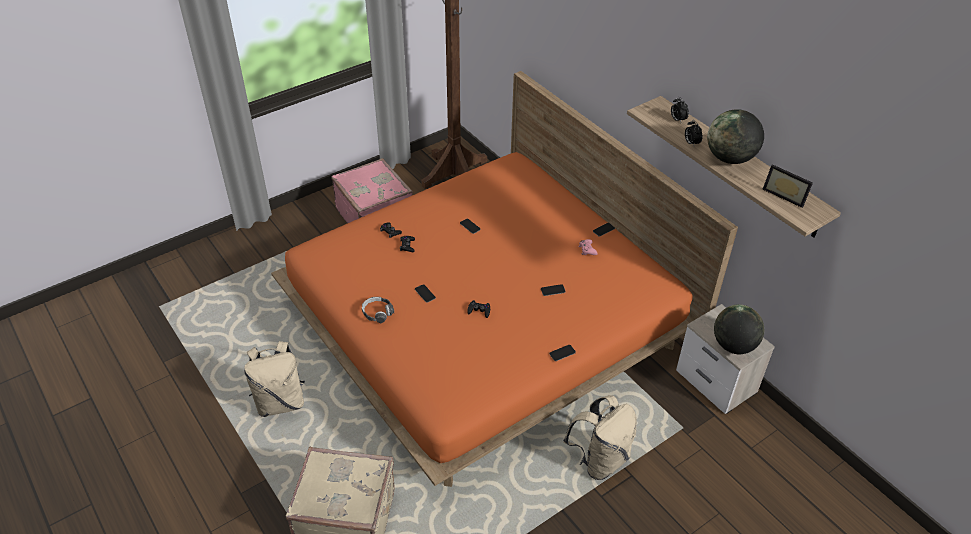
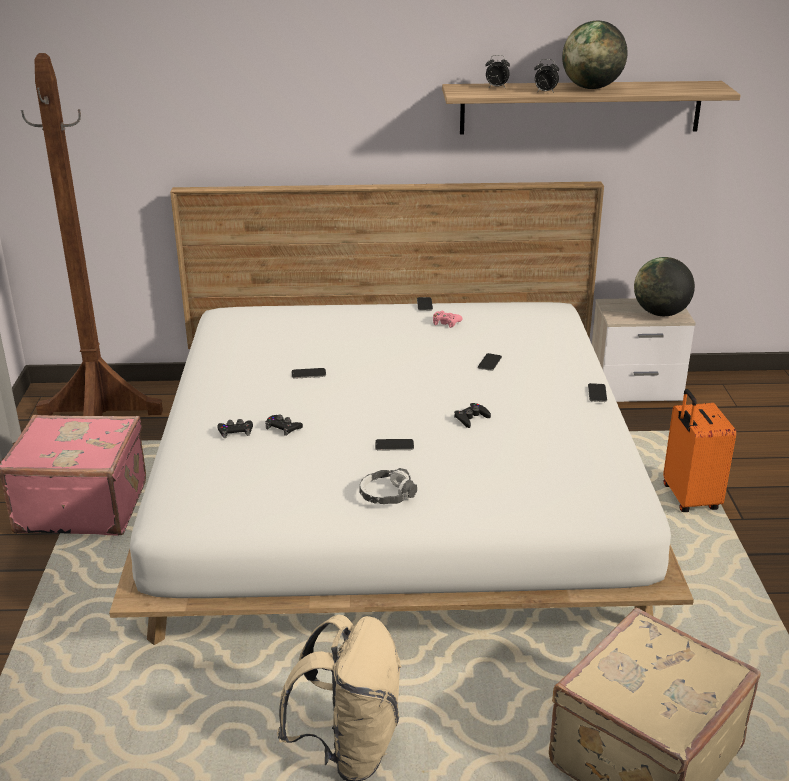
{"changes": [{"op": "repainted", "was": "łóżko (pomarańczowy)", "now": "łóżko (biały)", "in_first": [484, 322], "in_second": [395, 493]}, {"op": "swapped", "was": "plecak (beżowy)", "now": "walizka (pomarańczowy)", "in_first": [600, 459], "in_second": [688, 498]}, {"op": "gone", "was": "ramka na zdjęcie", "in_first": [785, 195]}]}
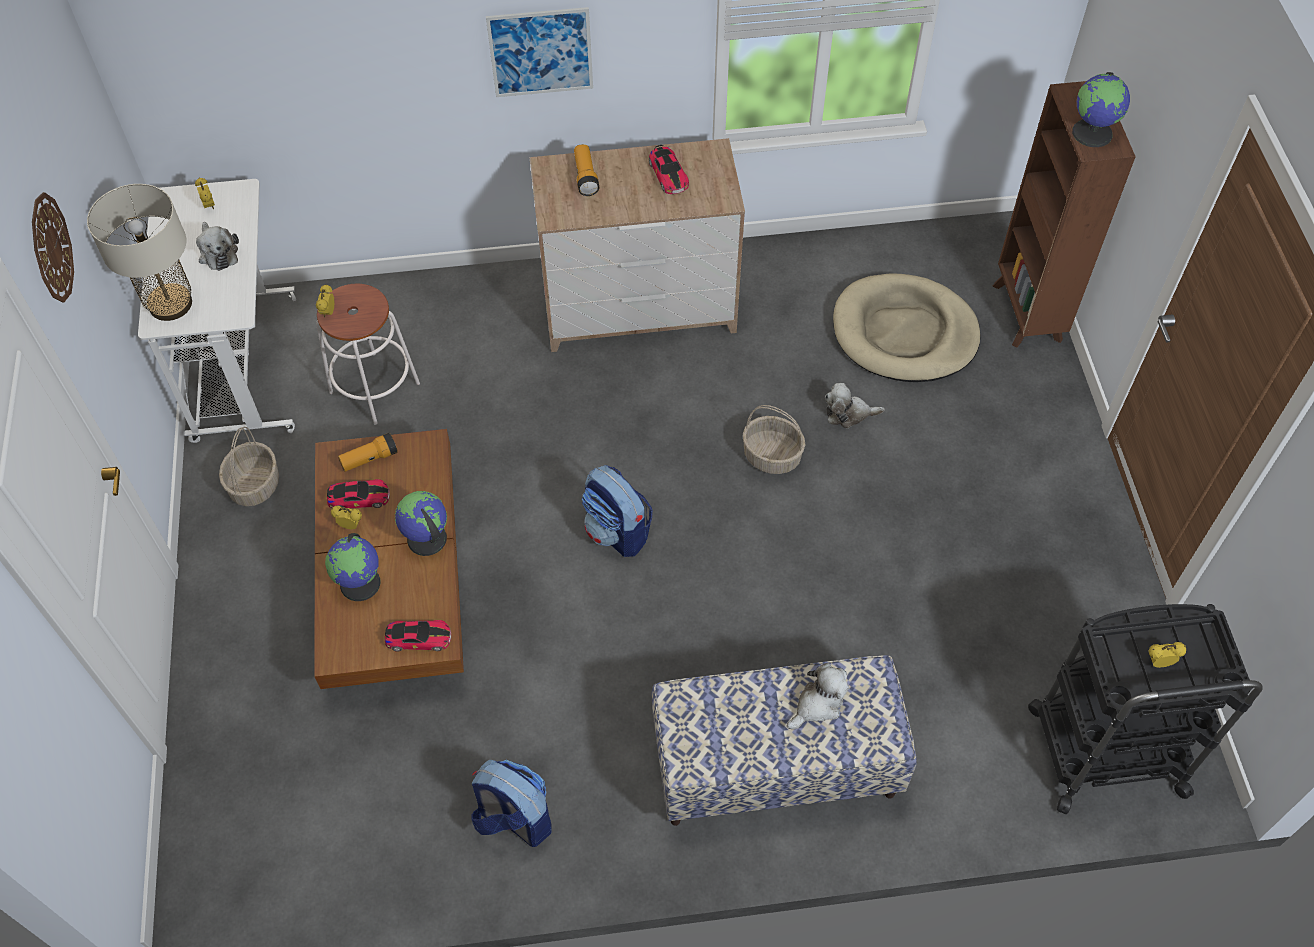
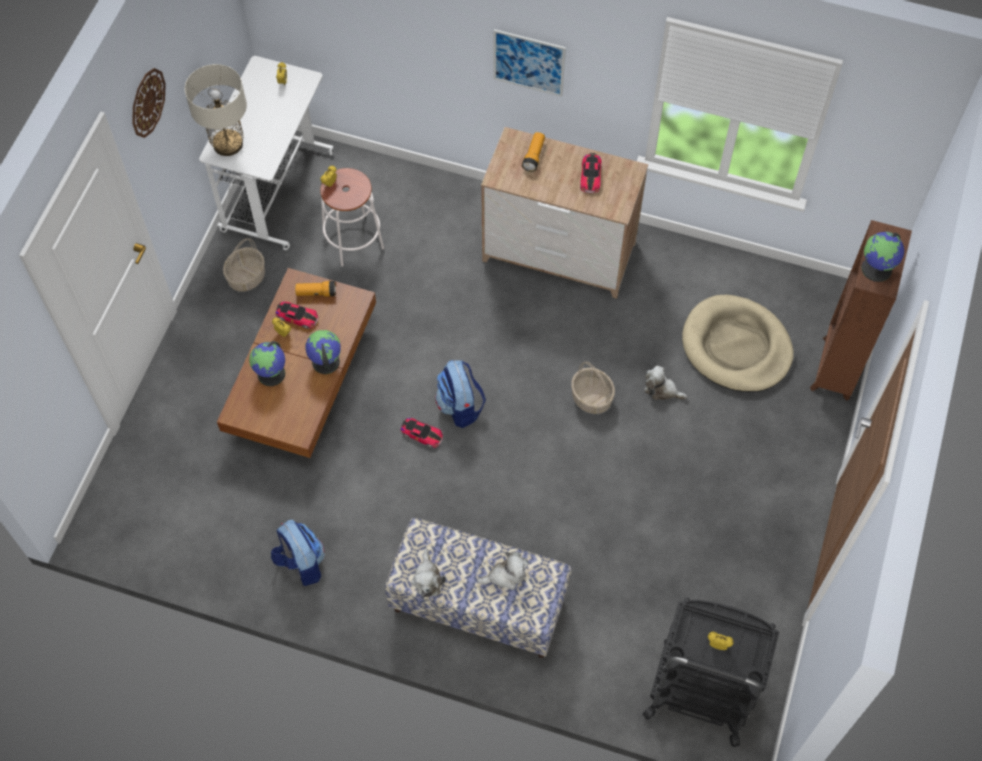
{"changes": [{"op": "shifted", "was": "samochodzik", "in_first": [418, 638], "in_second": [421, 434]}, {"op": "shifted", "was": "pluszak", "in_first": [218, 252], "in_second": [427, 579]}]}
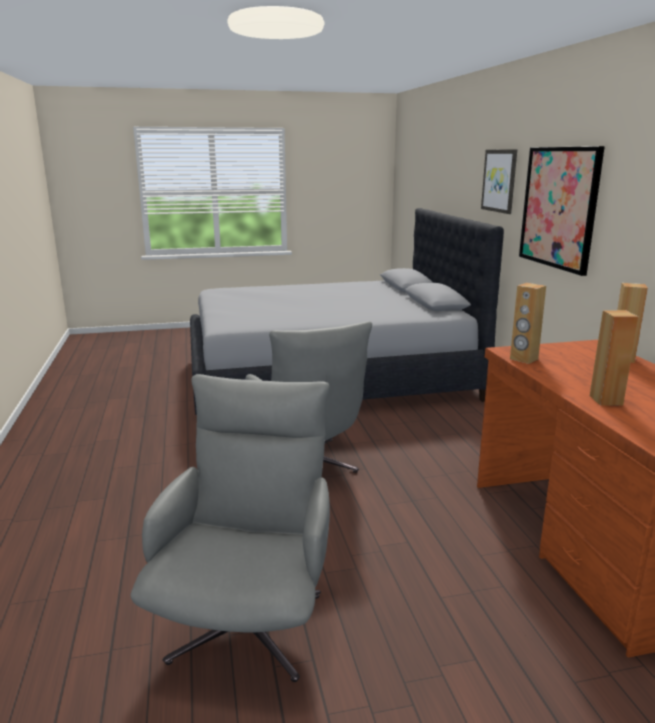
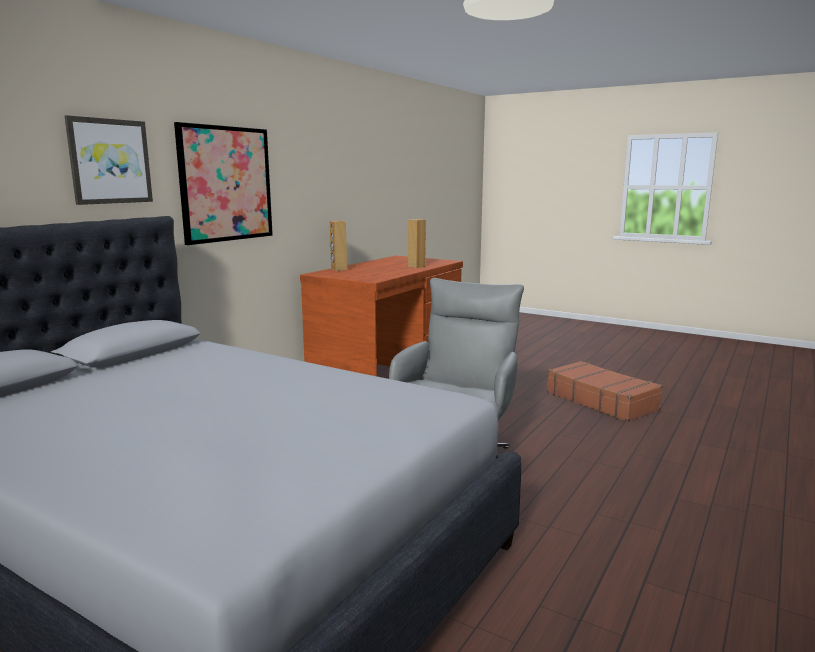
{"changes": [{"op": "swapped", "was": "fotel (szary)", "now": "walizka (brązowy)", "in_first": [248, 625], "in_second": [601, 401]}, {"op": "gone", "was": "głośnik (brązowy)", "in_first": [523, 359]}]}
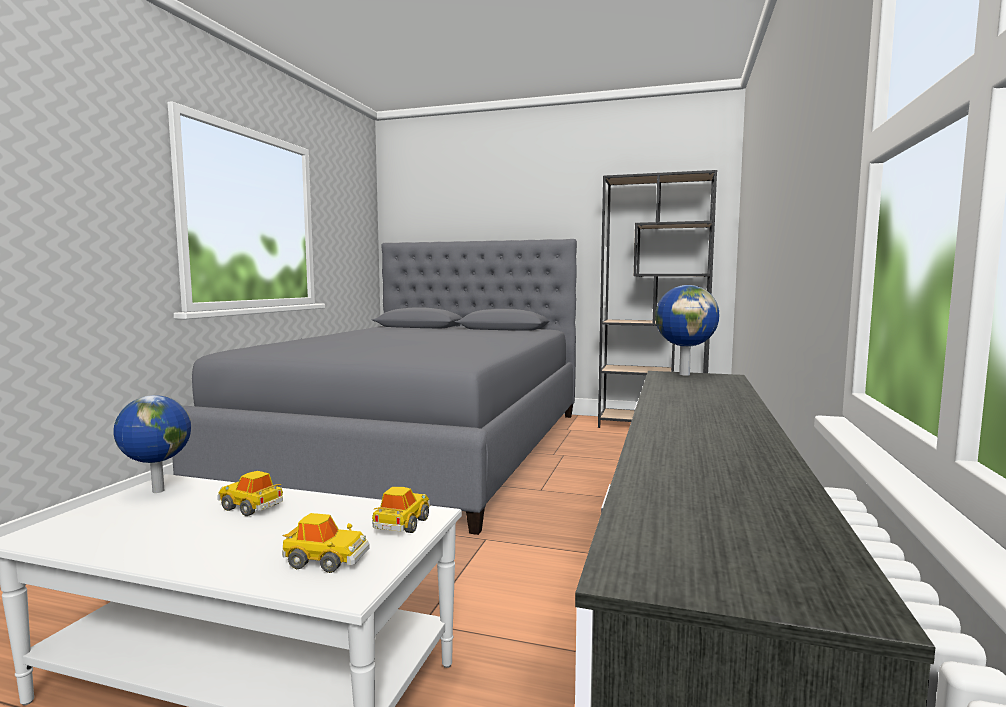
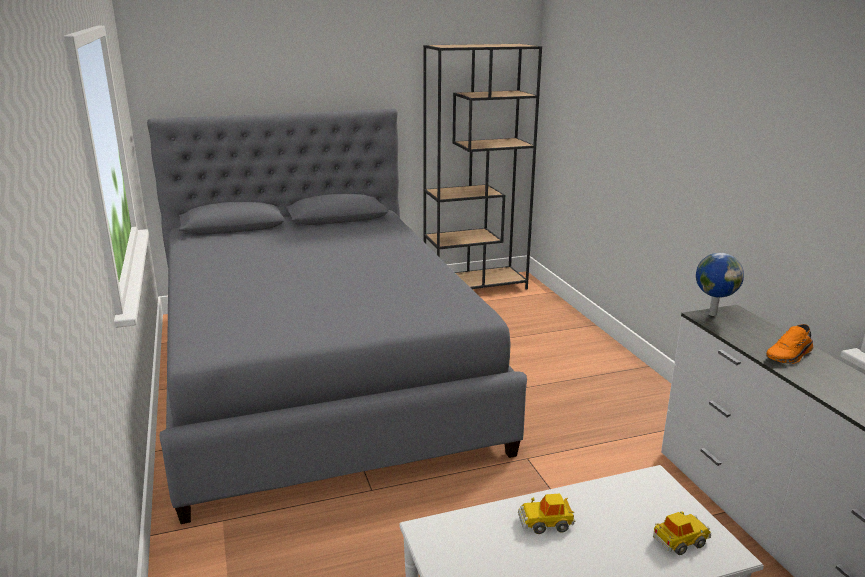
{"changes": [{"op": "new", "now": "but (pomarańczowy)", "in_second": [790, 355]}, {"op": "gone", "was": "globus", "in_first": [156, 491]}, {"op": "gone", "was": "samochodzik", "in_first": [402, 523]}]}
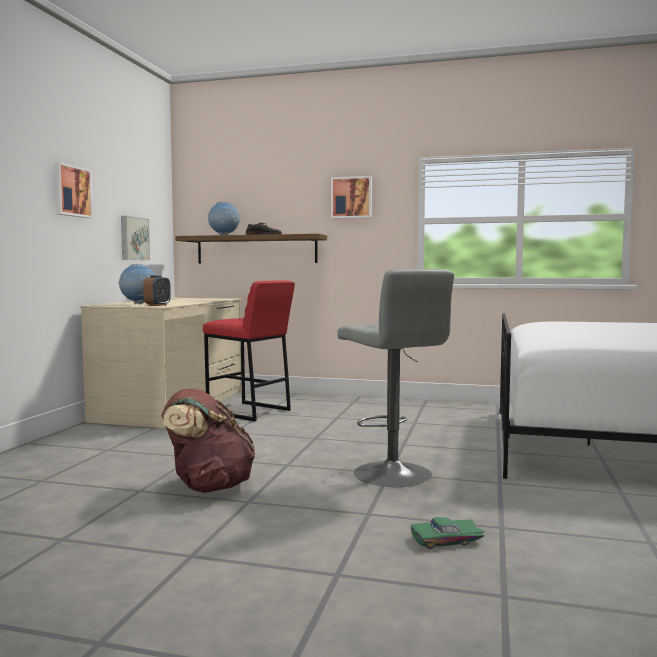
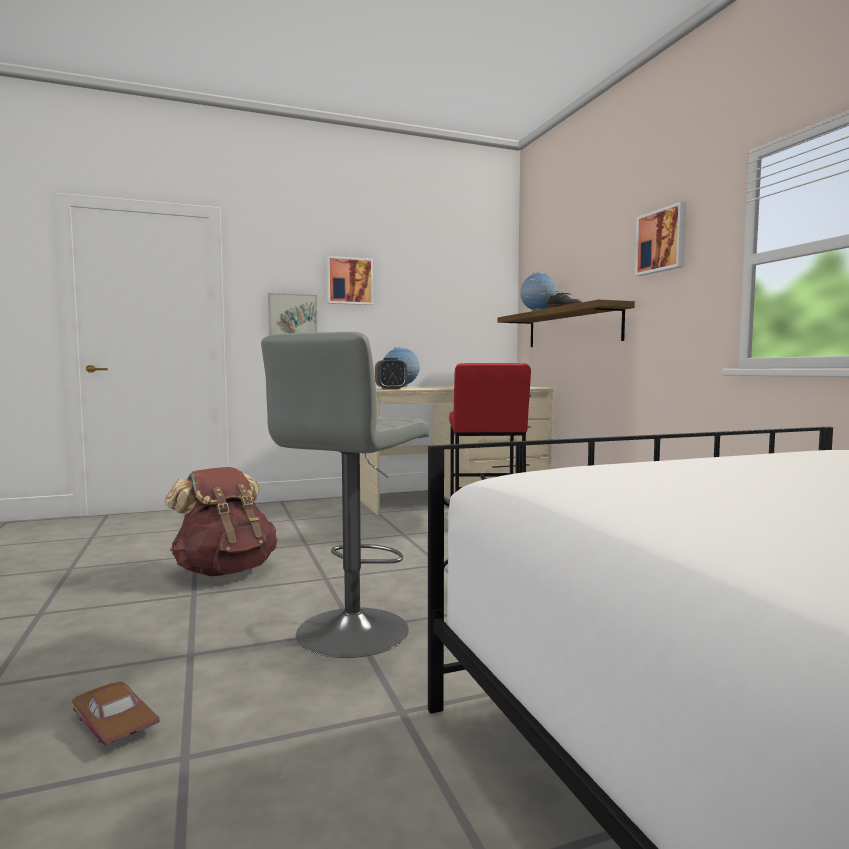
{"changes": [{"op": "repainted", "was": "samochodzik (zielony)", "now": "samochodzik (brązowy)", "in_first": [447, 541], "in_second": [111, 725]}, {"op": "shifted", "was": "obraz", "in_first": [133, 238], "in_second": [292, 318]}]}
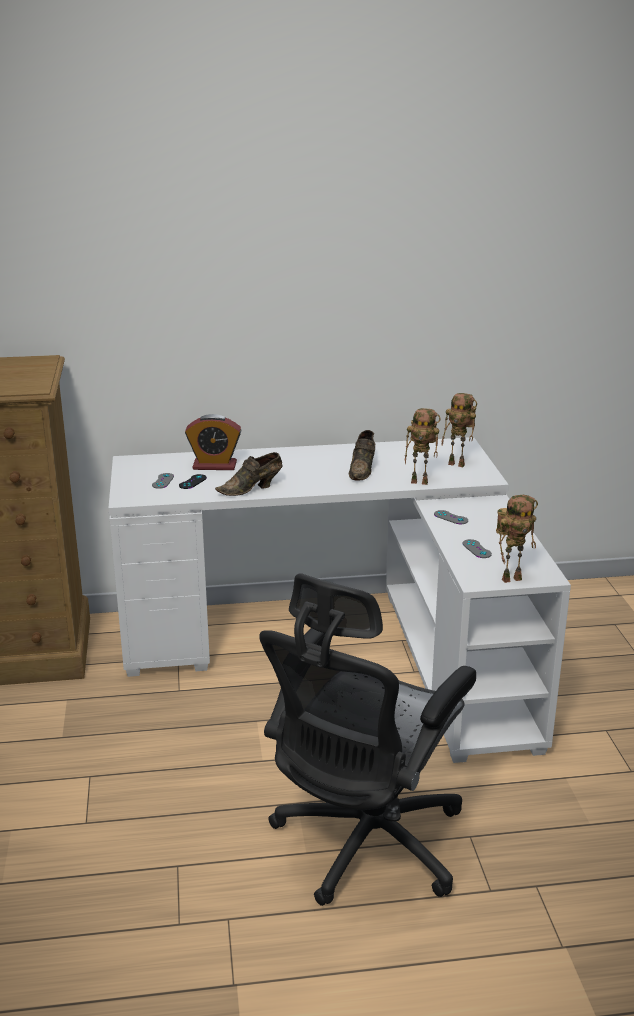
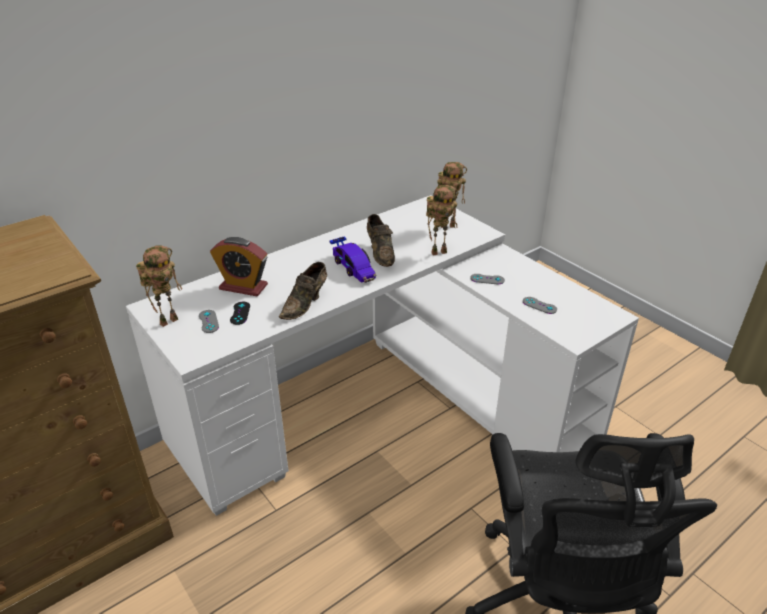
{"changes": [{"op": "shifted", "was": "robot zabawkowy", "in_first": [512, 578], "in_second": [169, 320]}, {"op": "rotated", "was": "budzik", "in_first": [214, 465], "in_second": [243, 287], "clockwise": 45}, {"op": "new", "now": "samochodzik", "in_second": [353, 267]}]}
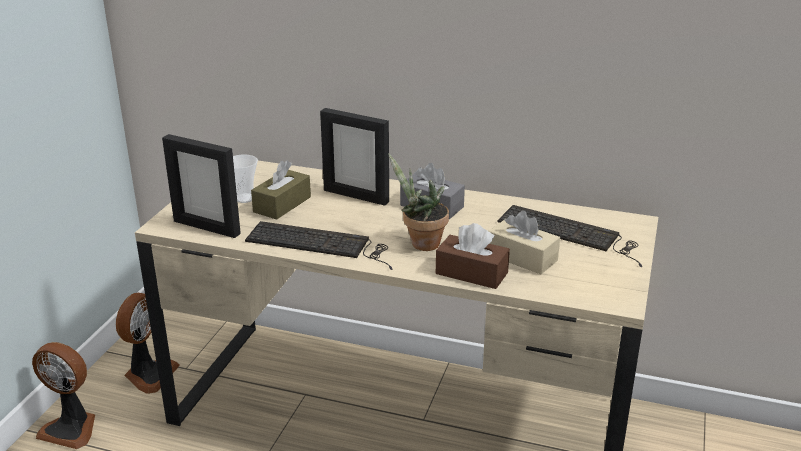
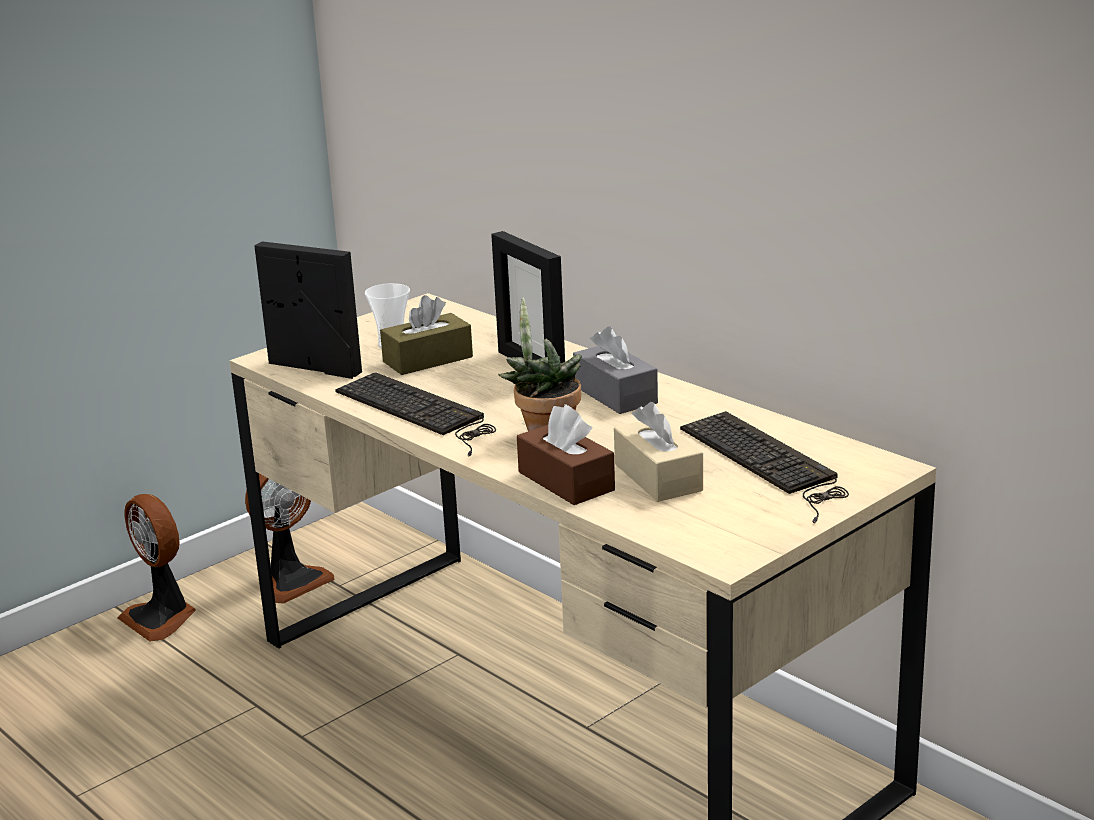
{"changes": [{"op": "rotated", "was": "ramka na zdjęcie", "in_first": [207, 226], "in_second": [313, 368], "clockwise": 150}]}
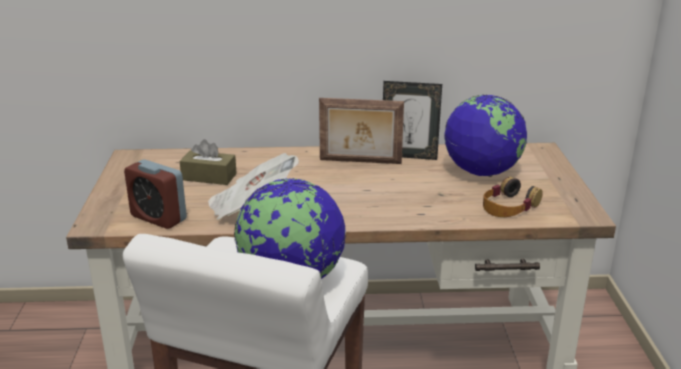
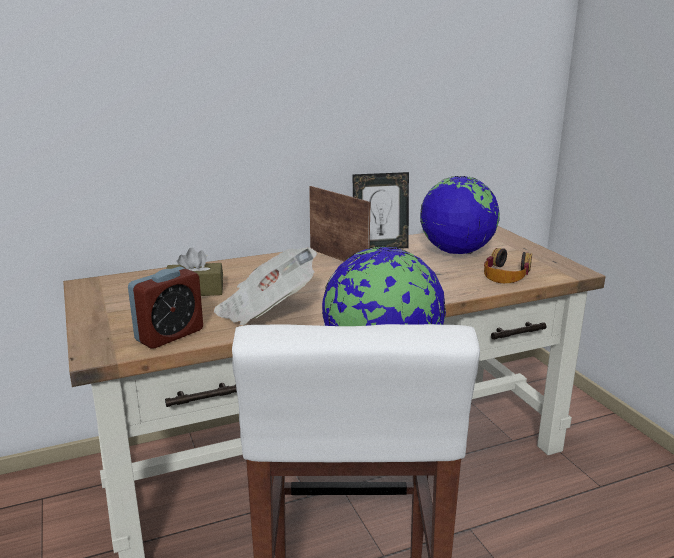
{"changes": [{"op": "rotated", "was": "budzik", "in_first": [158, 218], "in_second": [169, 335], "clockwise": -60}, {"op": "rotated", "was": "ramka na zdjęcie", "in_first": [360, 162], "in_second": [339, 258], "clockwise": -120}]}
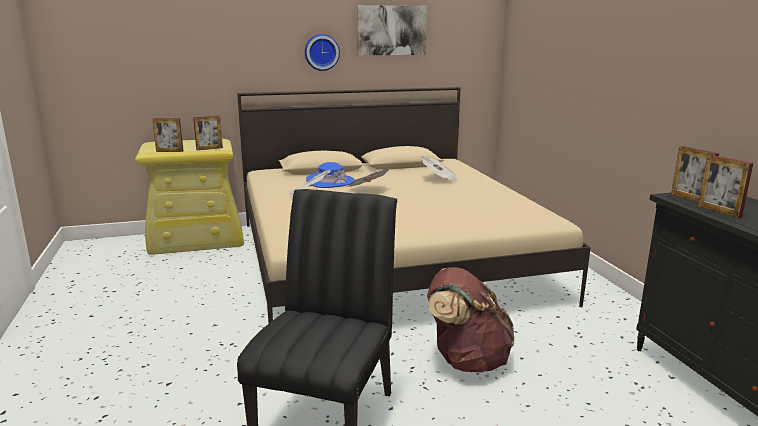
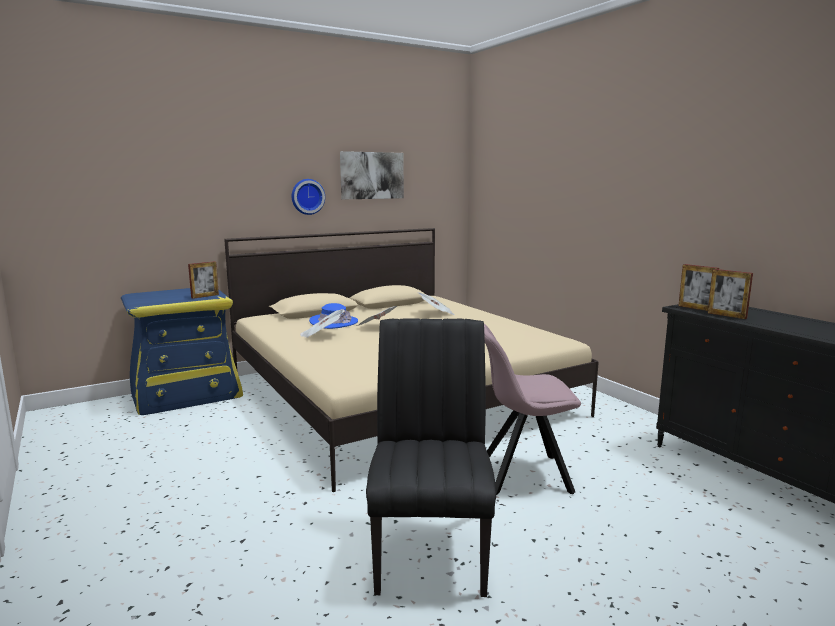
{"changes": [{"op": "repainted", "was": "szafka nocna (żółty)", "now": "szafka nocna (niebieski)", "in_first": [197, 240], "in_second": [188, 396]}, {"op": "swapped", "was": "plecak (brązowy)", "now": "krzesło (różowy)", "in_first": [466, 360], "in_second": [524, 475]}, {"op": "gone", "was": "ramka na zdjęcie", "in_first": [169, 151]}]}
